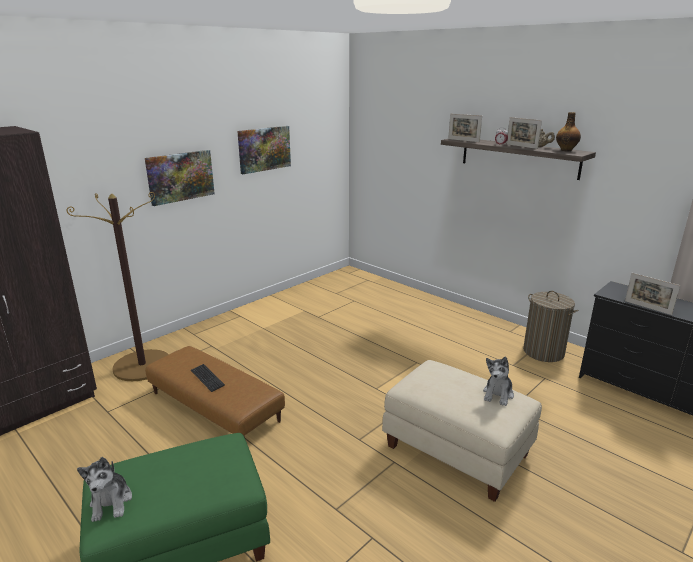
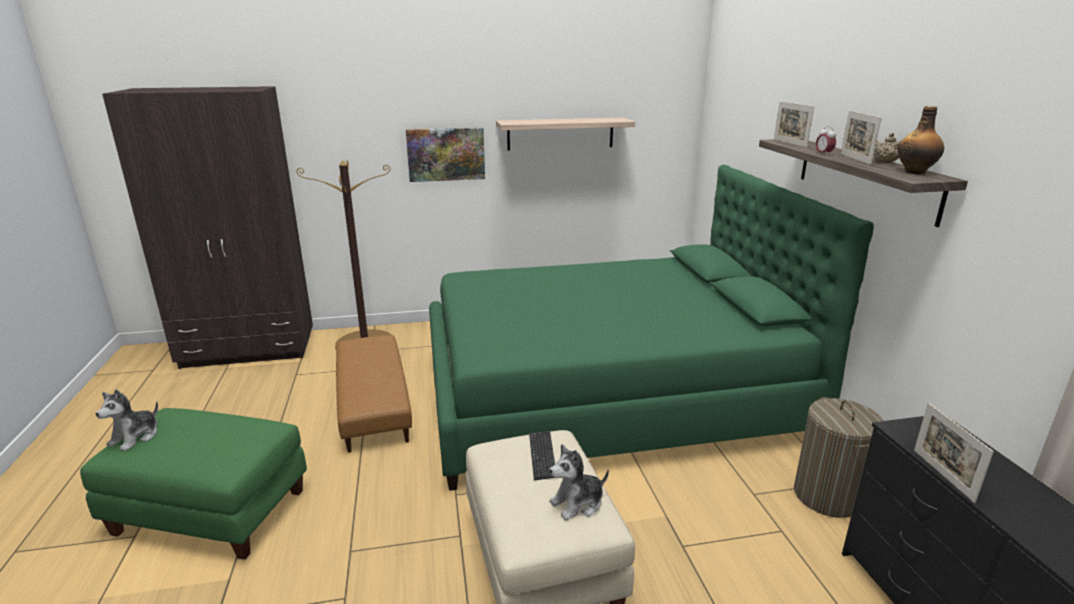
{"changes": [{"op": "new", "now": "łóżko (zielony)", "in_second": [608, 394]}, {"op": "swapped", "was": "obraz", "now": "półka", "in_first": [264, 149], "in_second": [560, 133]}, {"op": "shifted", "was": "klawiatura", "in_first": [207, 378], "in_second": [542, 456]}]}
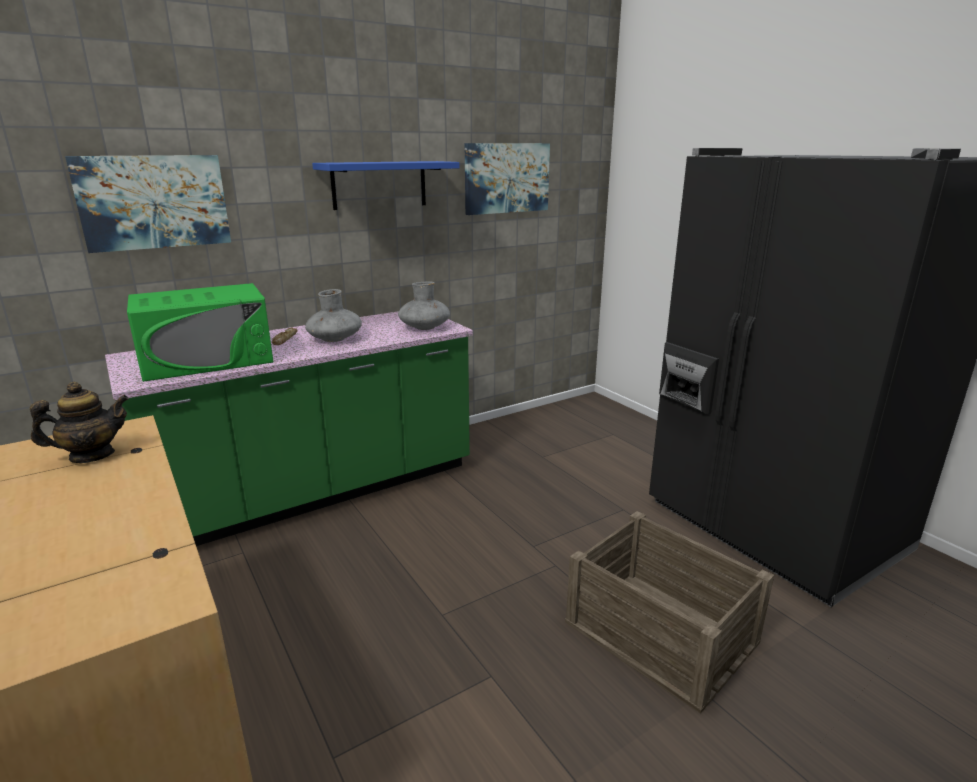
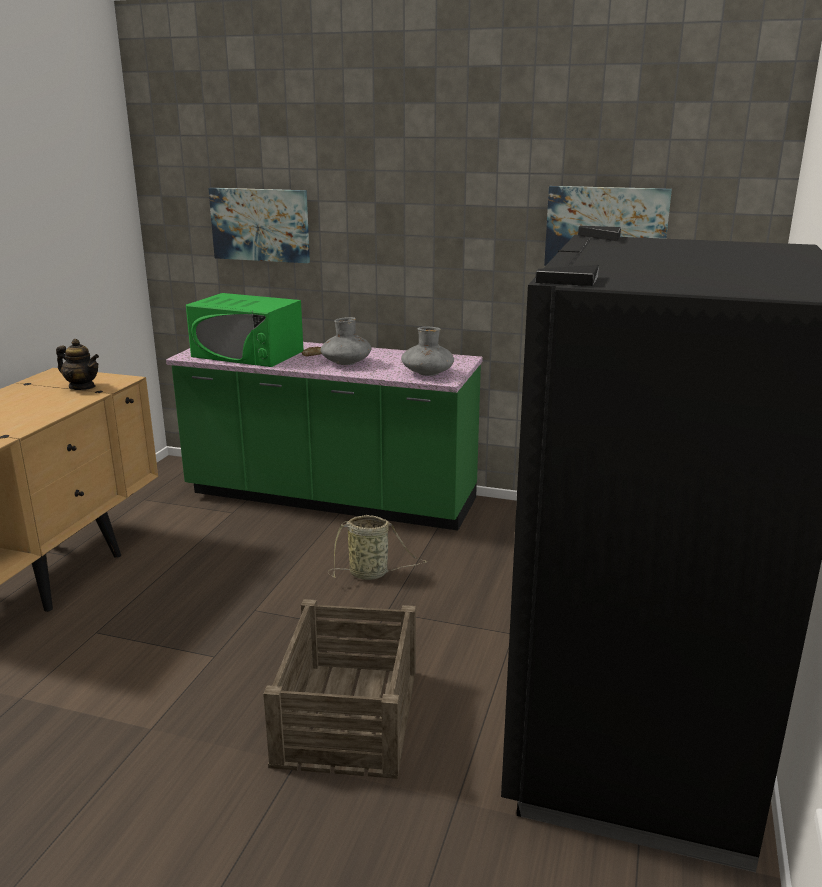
{"changes": [{"op": "new", "now": "koszyk", "in_second": [371, 573]}, {"op": "gone", "was": "półka (niebieski)", "in_first": [379, 184]}]}
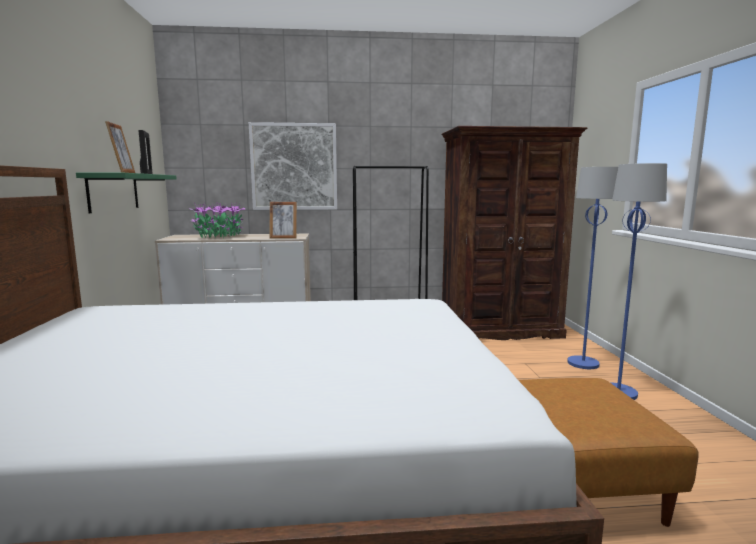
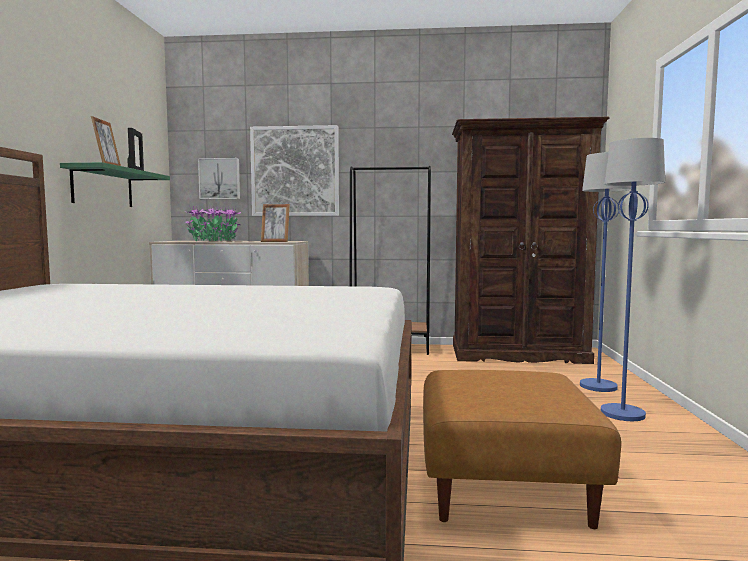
{"changes": [{"op": "new", "now": "obraz", "in_second": [220, 179]}]}
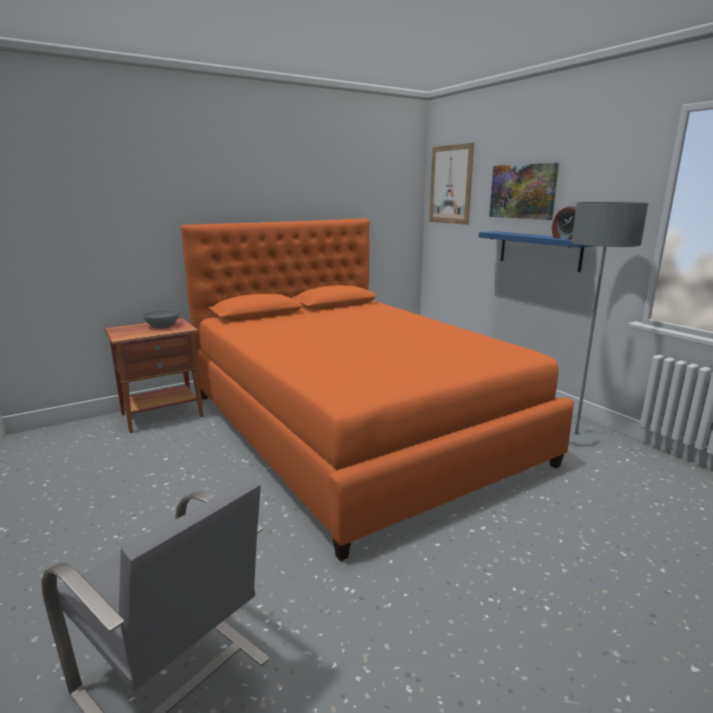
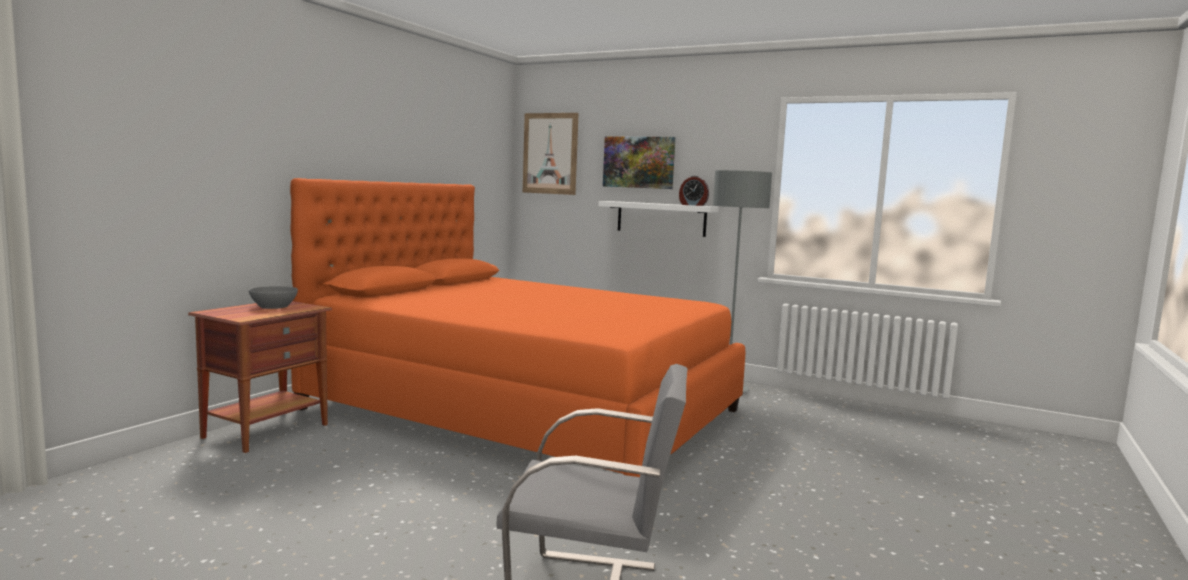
{"changes": [{"op": "repainted", "was": "półka (niebieski)", "now": "półka (biały)", "in_first": [539, 250], "in_second": [661, 218]}]}
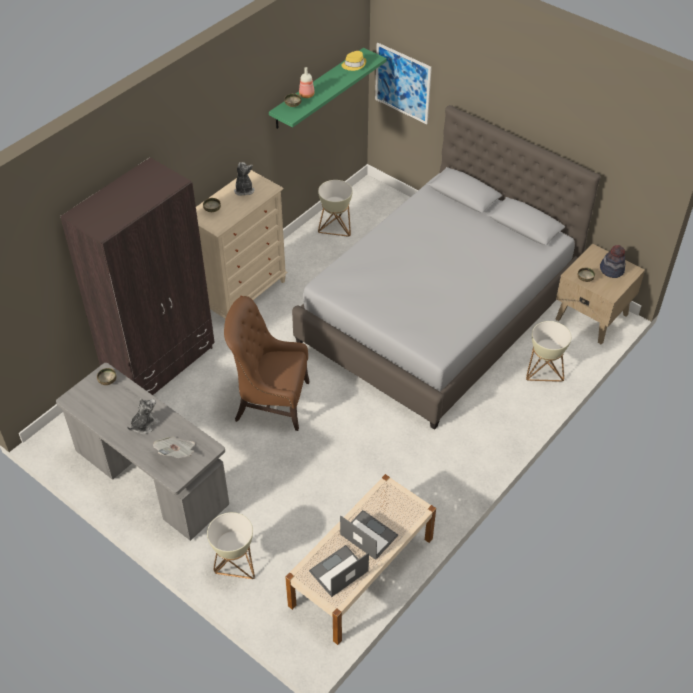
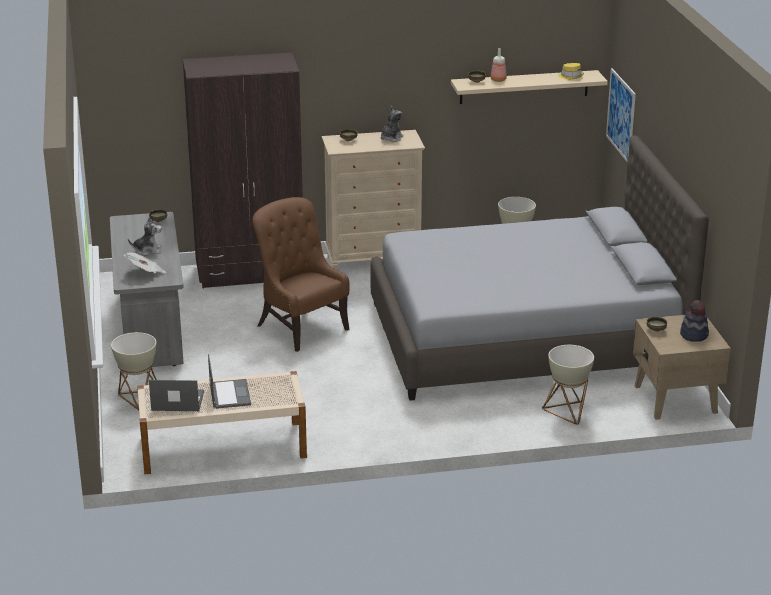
{"changes": [{"op": "repainted", "was": "półka (zielony)", "now": "półka (beżowy)", "in_first": [317, 89], "in_second": [524, 87]}]}
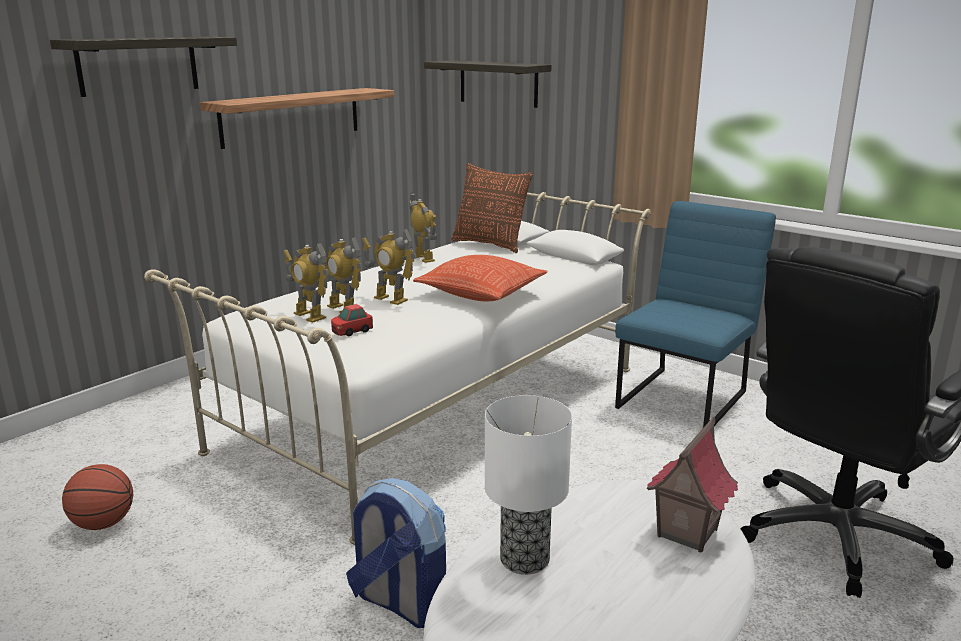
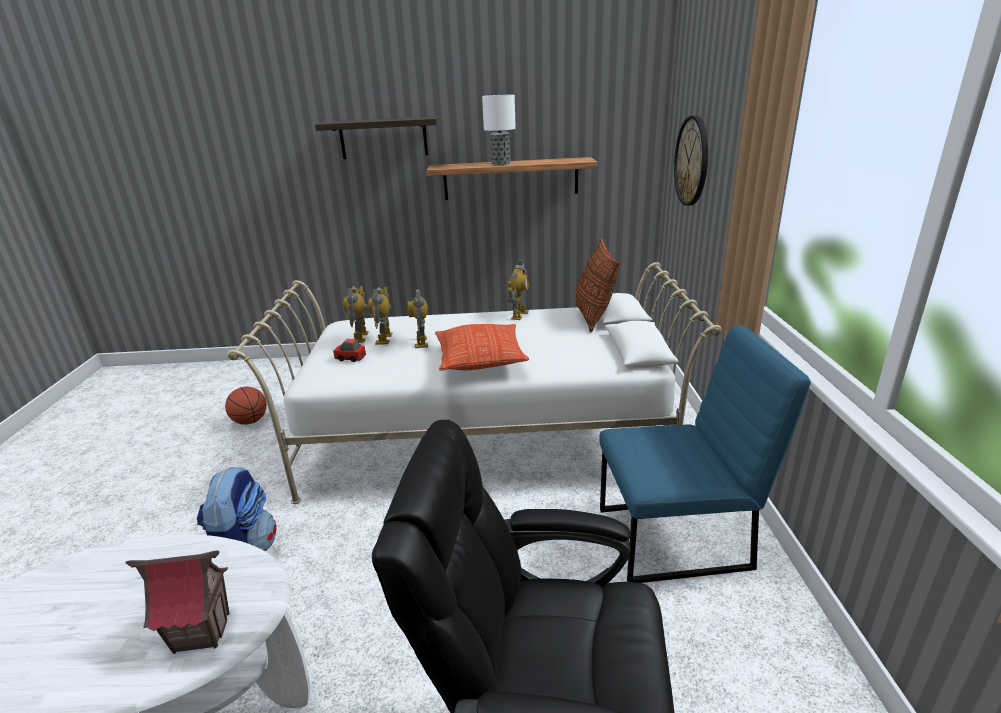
{"changes": [{"op": "shifted", "was": "lampa stołowa", "in_first": [525, 560], "in_second": [500, 163]}, {"op": "swapped", "was": "półka", "now": "zegar ścienny", "in_first": [498, 83], "in_second": [692, 161]}]}
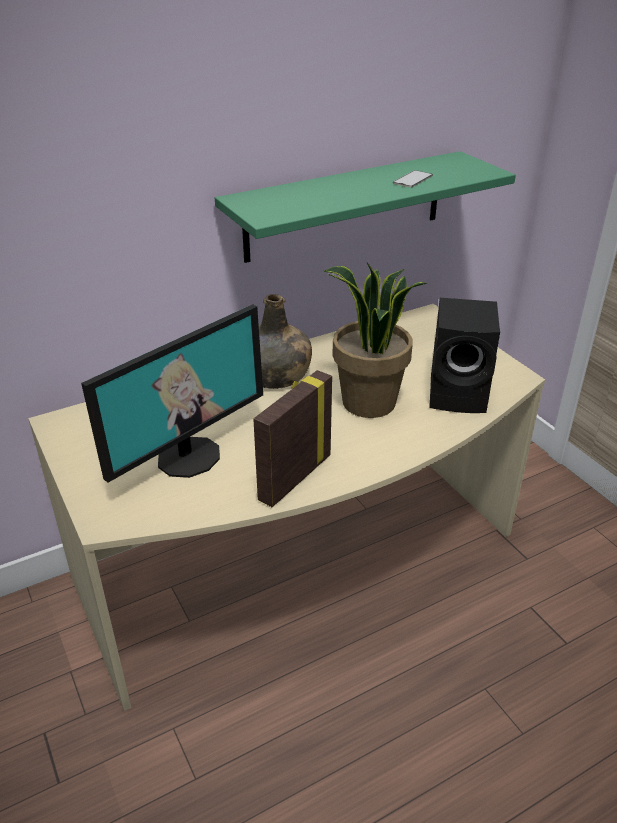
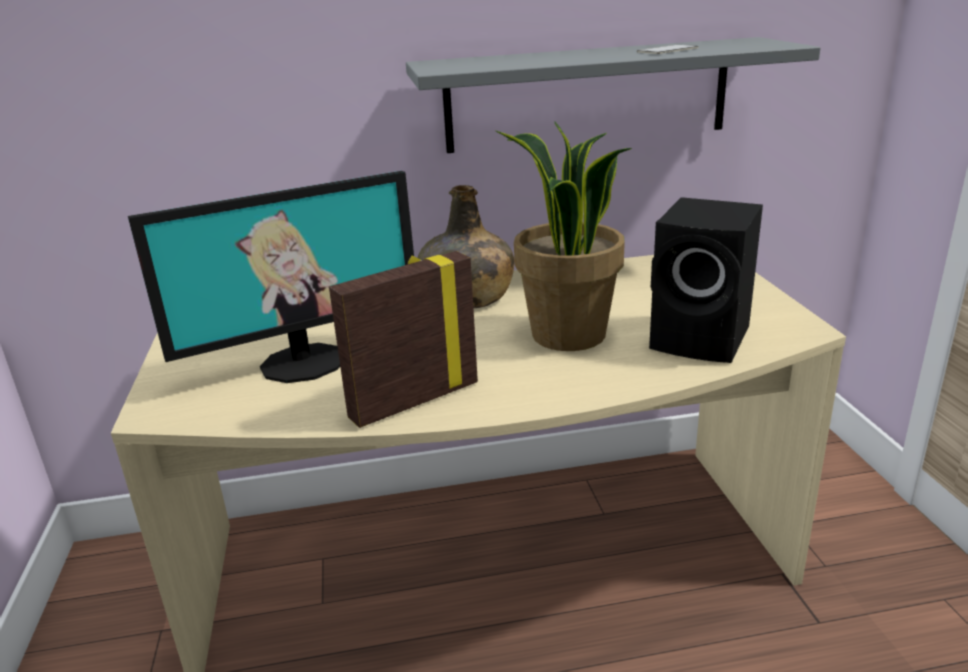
{"changes": [{"op": "repainted", "was": "półka (zielony)", "now": "półka (szary)", "in_first": [345, 206], "in_second": [587, 95]}]}
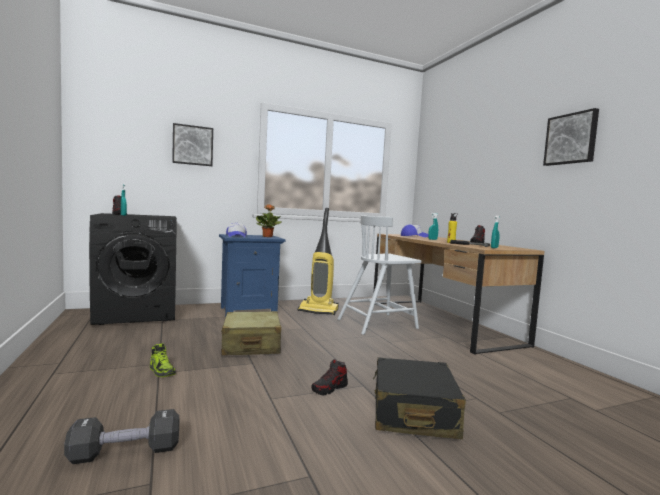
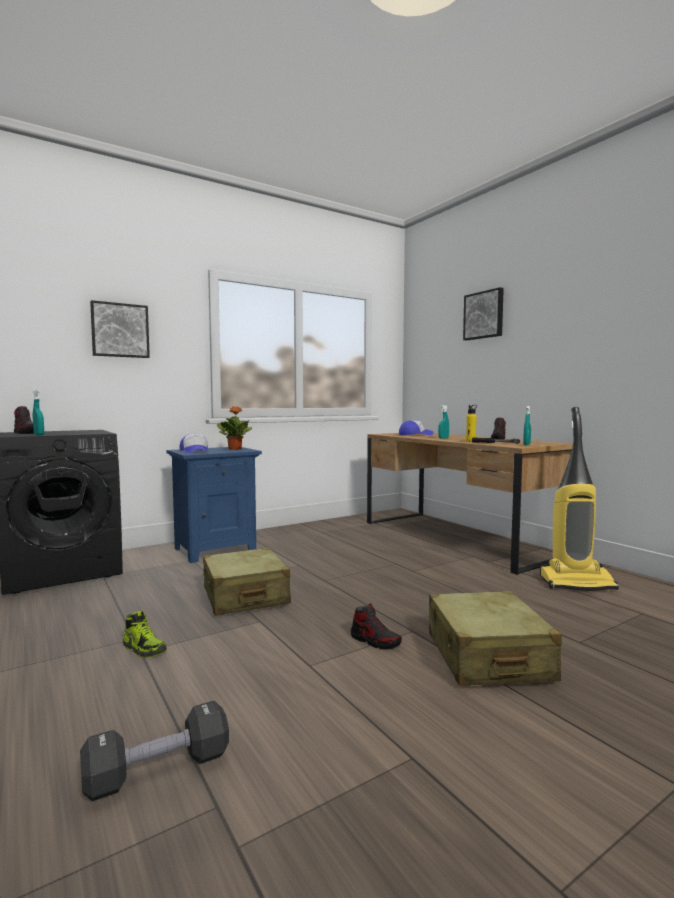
{"changes": [{"op": "rotated", "was": "but", "in_first": [329, 388], "in_second": [375, 641], "clockwise": -90}, {"op": "repainted", "was": "walizka (czarny)", "now": "walizka (beżowy)", "in_first": [413, 412], "in_second": [487, 657]}, {"op": "shifted", "was": "obraz", "in_first": [571, 139], "in_second": [484, 315]}, {"op": "shifted", "was": "odkurzacz", "in_first": [319, 310], "in_second": [577, 583]}, {"op": "gone", "was": "krzesło (biały)", "in_first": [378, 324]}]}
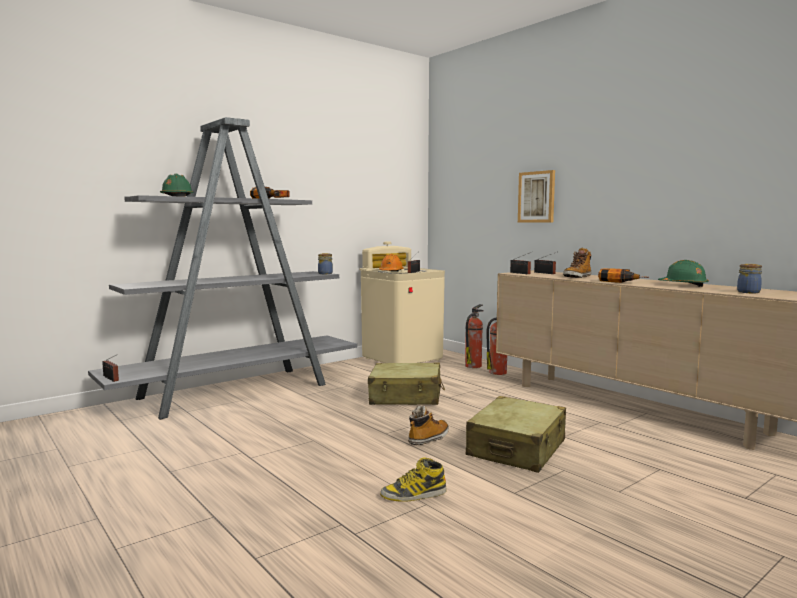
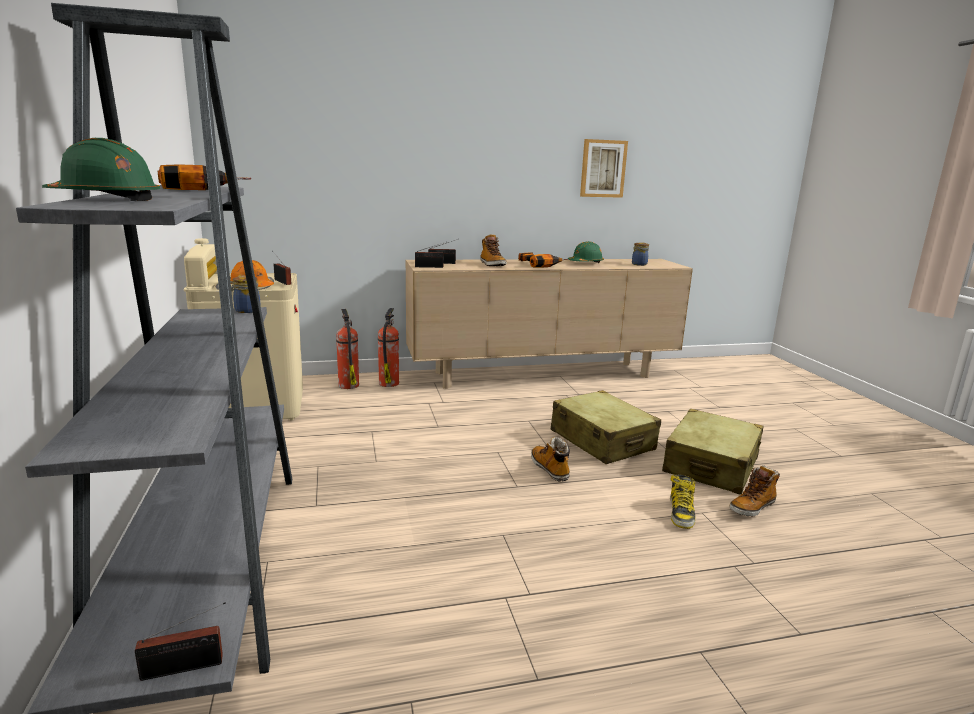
{"changes": [{"op": "shifted", "was": "obraz", "in_first": [537, 197], "in_second": [603, 168]}, {"op": "shifted", "was": "walizka (beżowy)", "in_first": [406, 397], "in_second": [711, 465]}, {"op": "new", "now": "but z cholewką", "in_second": [752, 507]}]}
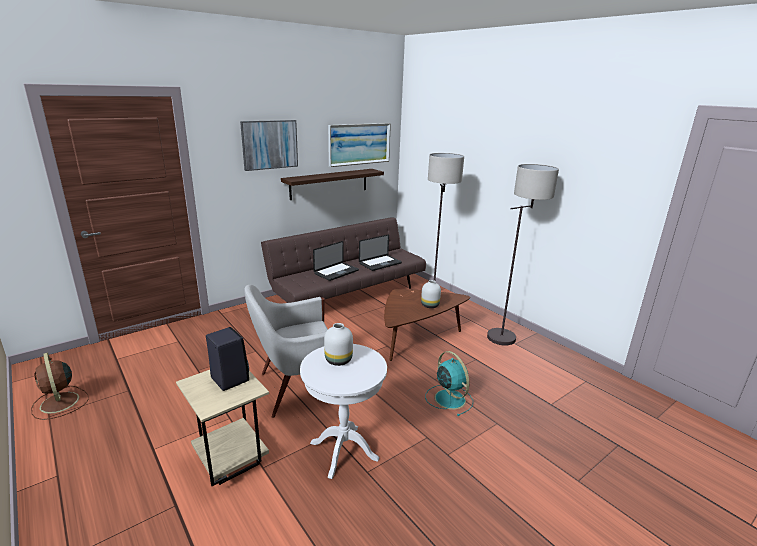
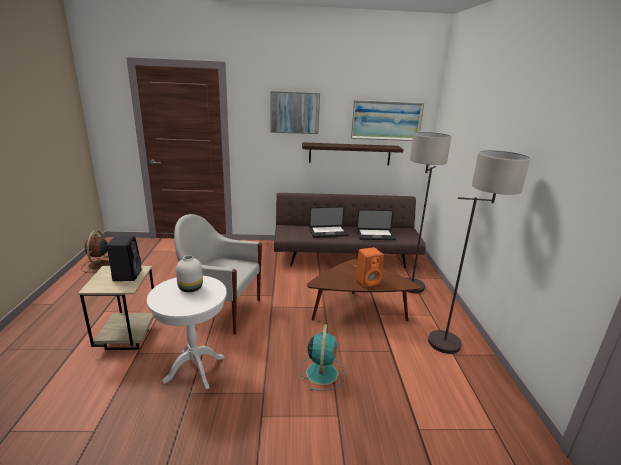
{"changes": [{"op": "swapped", "was": "wazon (biały)", "now": "głośnik (pomarańczowy)", "in_first": [429, 305], "in_second": [368, 281]}]}
